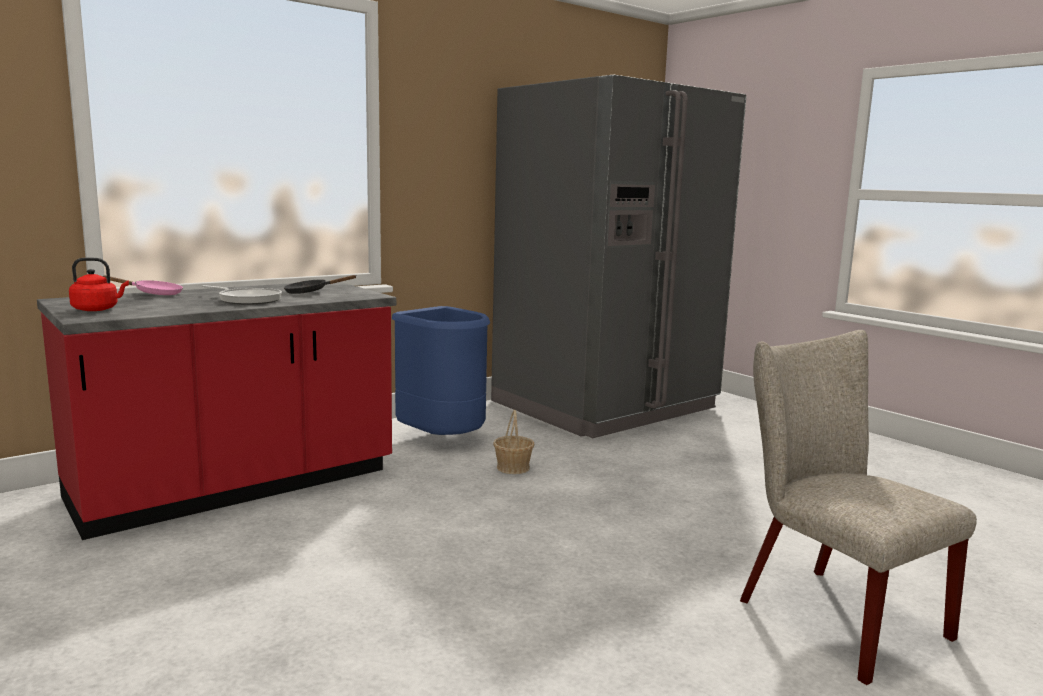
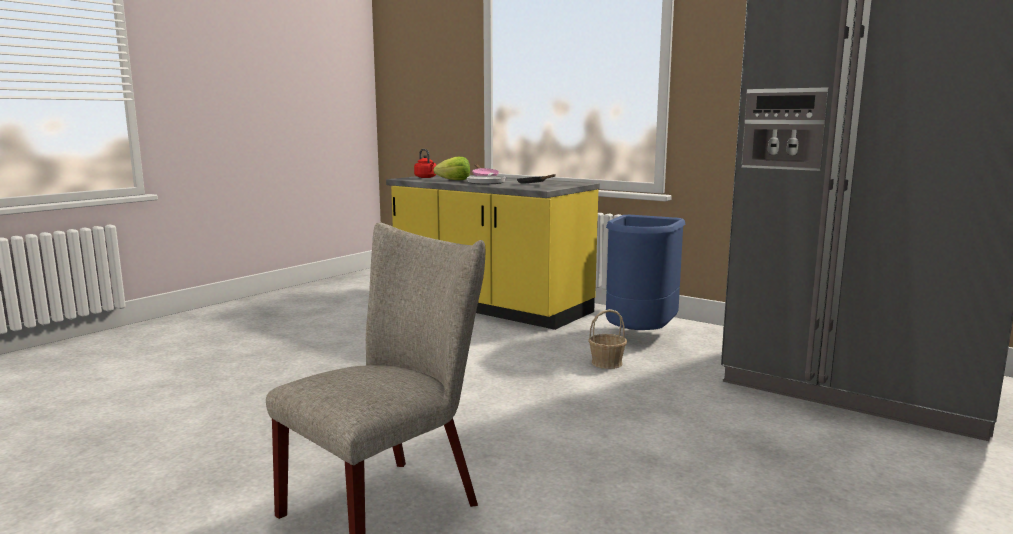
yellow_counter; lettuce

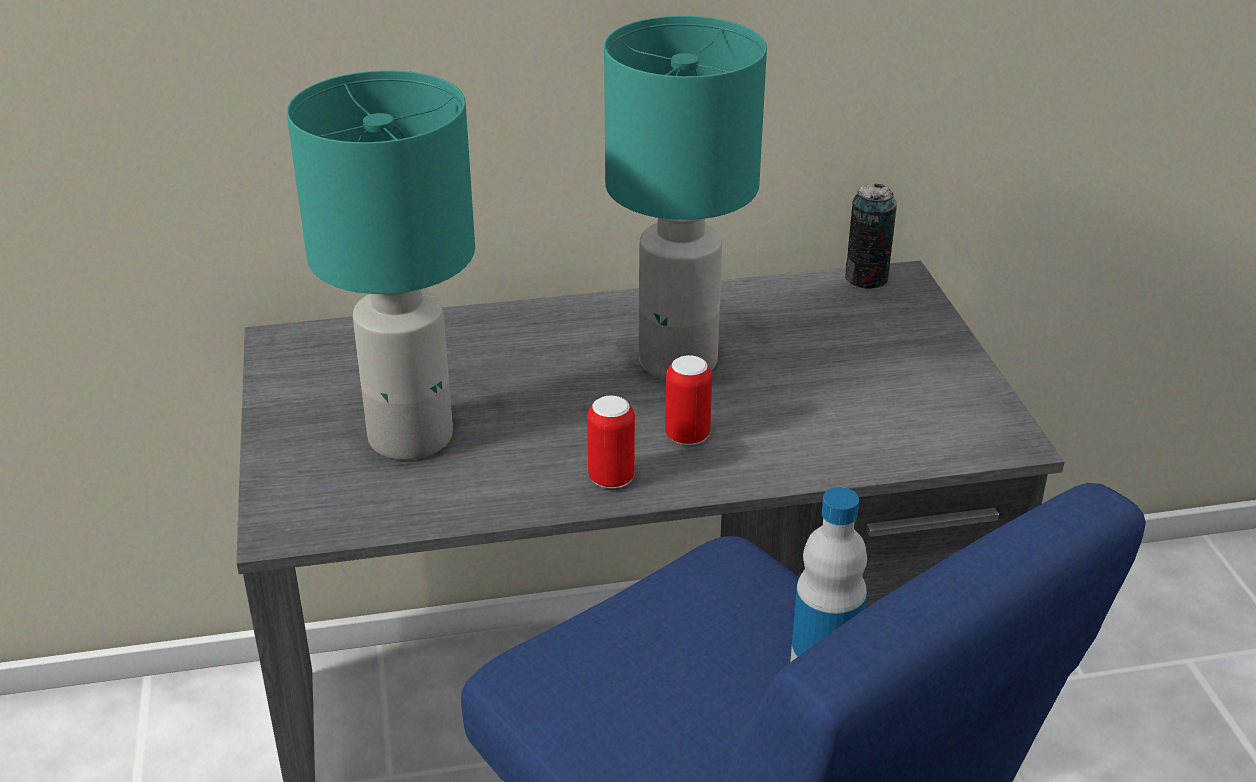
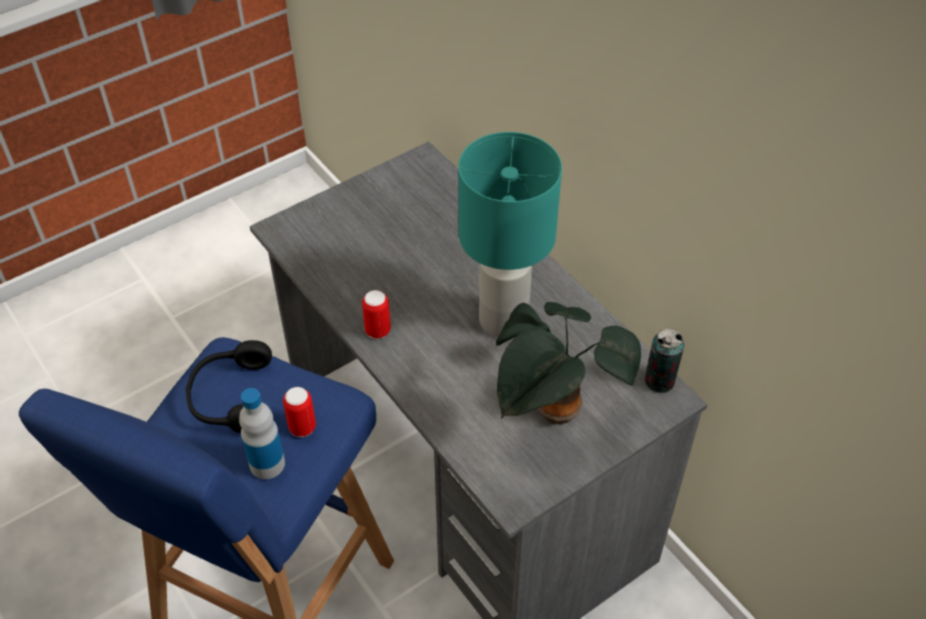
turquoise_table_lamp (1st from left in the first image); can (1st from left); potted_plant; black_headphones

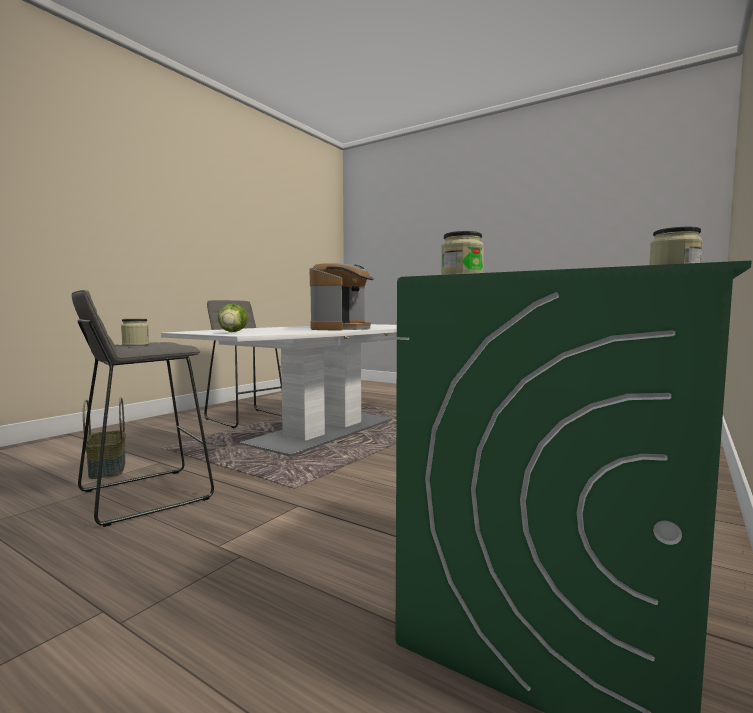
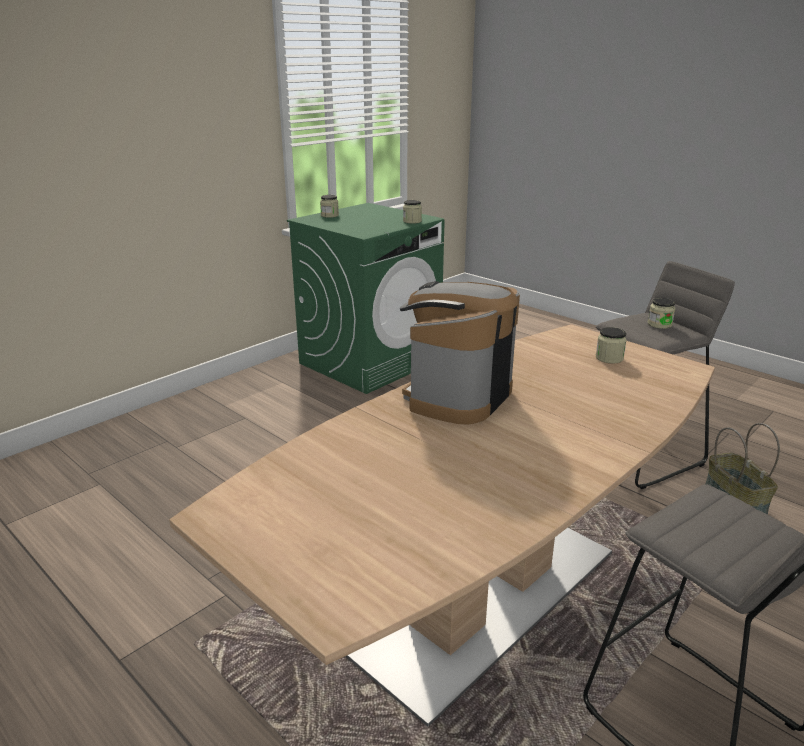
jar (3rd from left); brown_dining_table

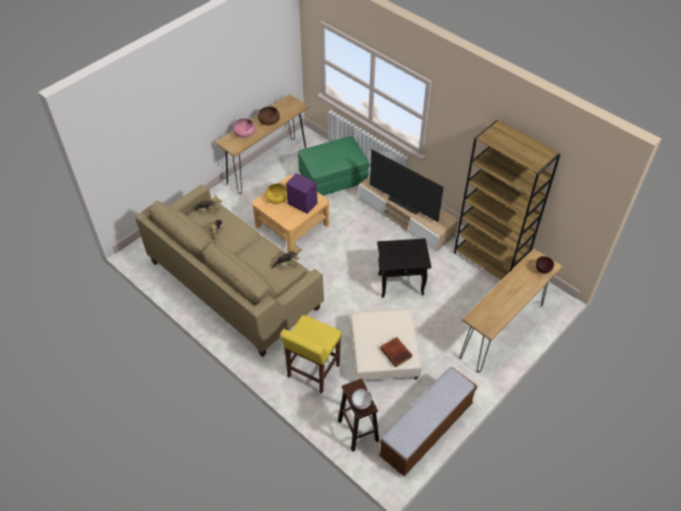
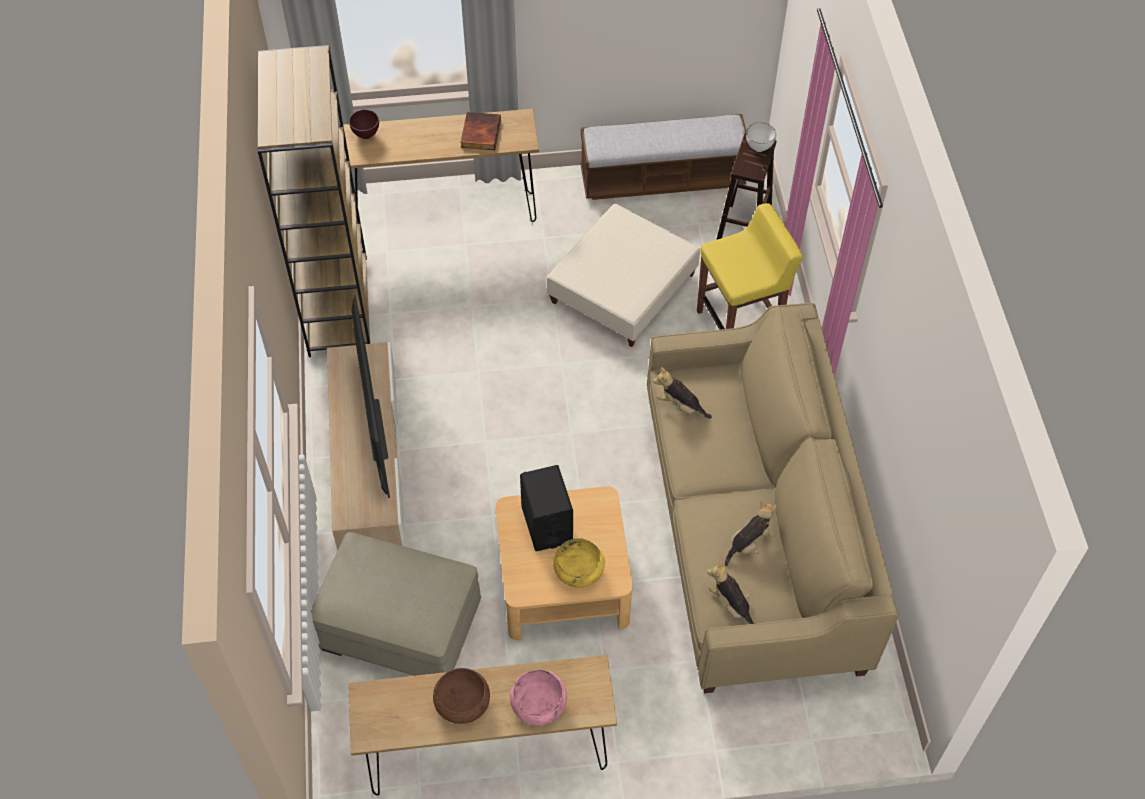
beige_ottoman (1st from left); black_speaker; black_side_table; book

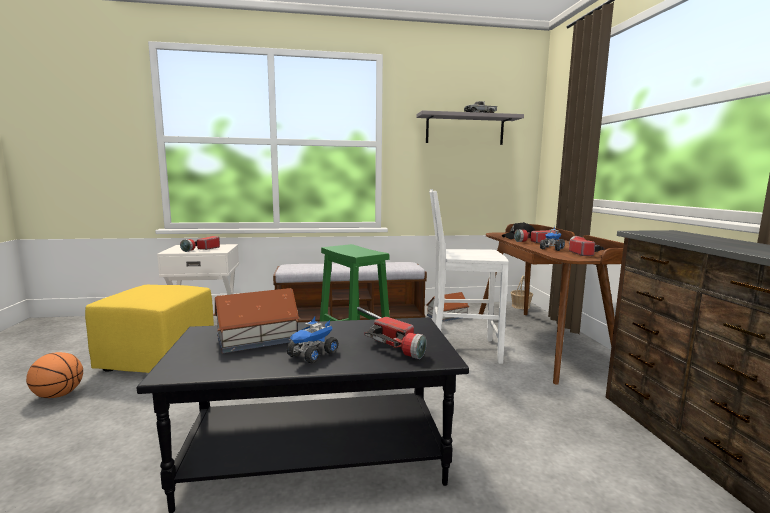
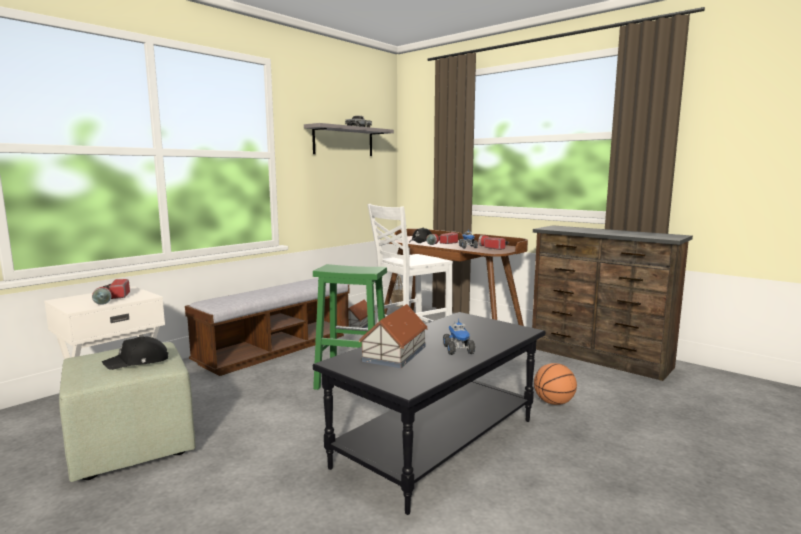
green_ottoman; flashlight (2nd from left in the first image); basketball; black_cap (1st from left)

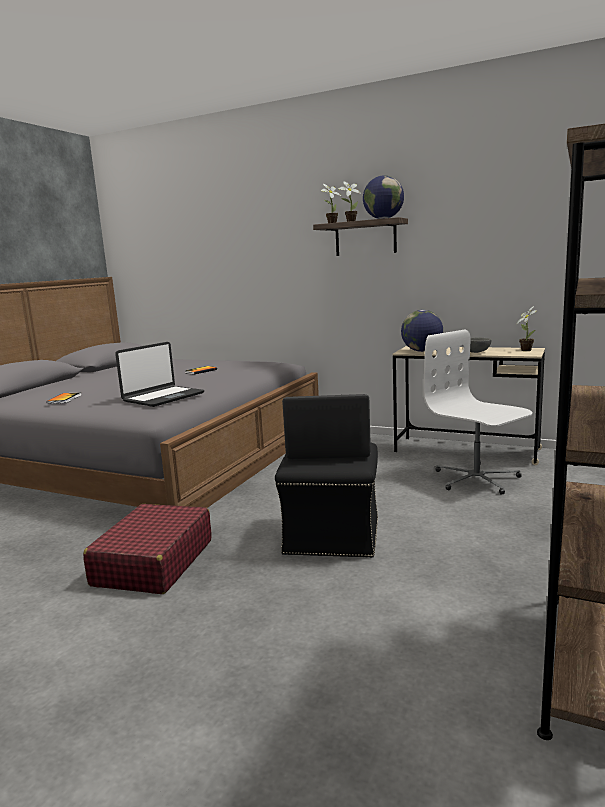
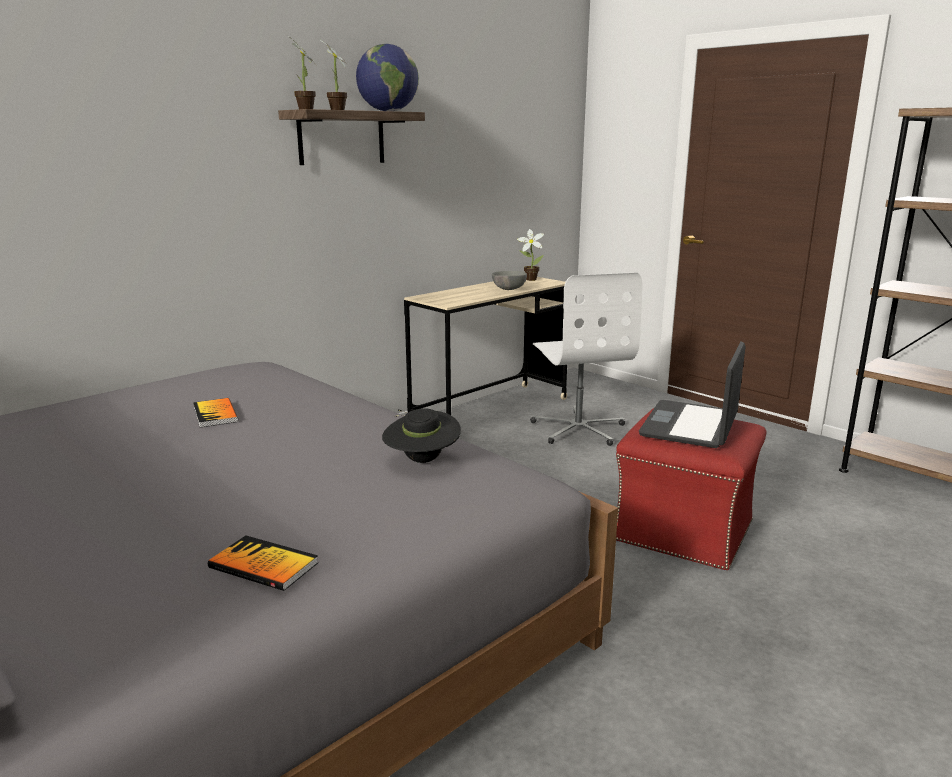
globe (2nd from left in the first image); white_office_chair; black_hat; red_ottoman; red_suitcase

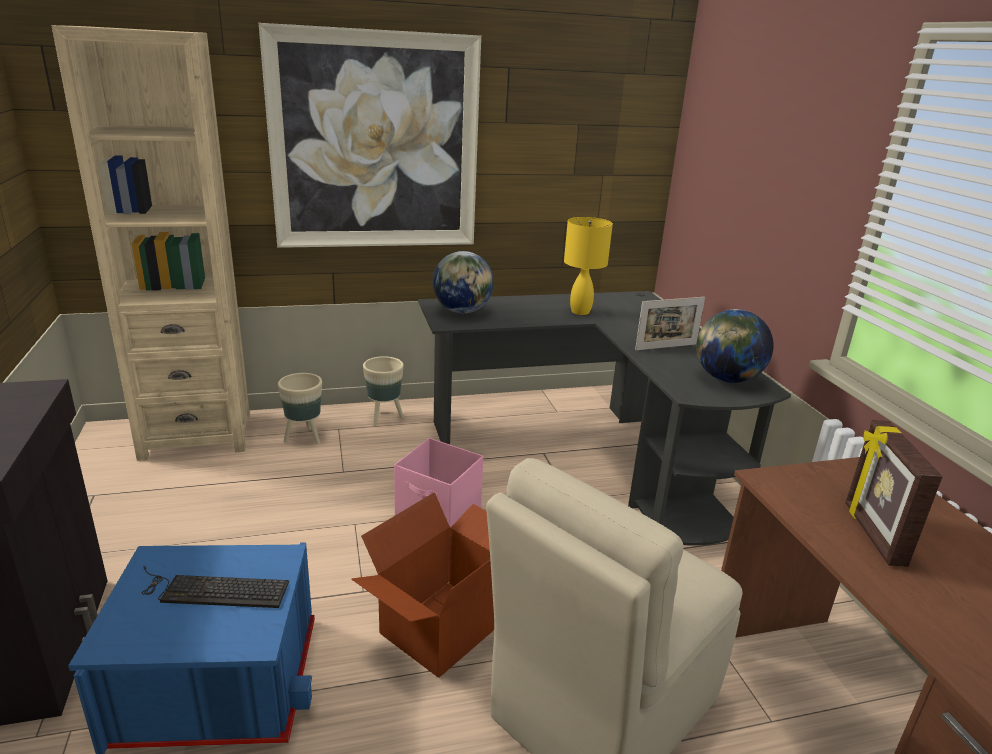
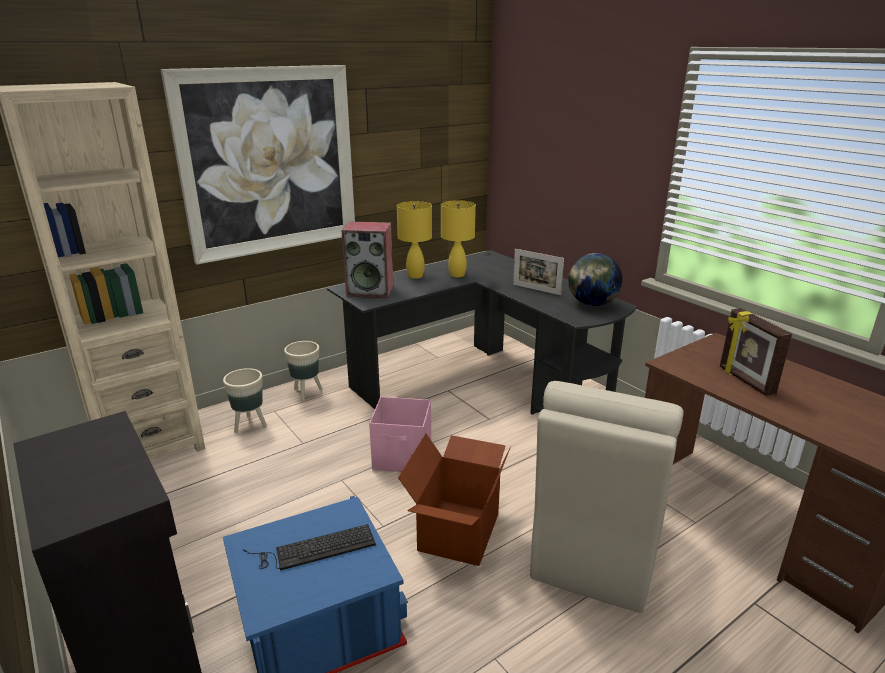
speaker; picture_frame (1st from left); yellow_table_lamp (1st from left)

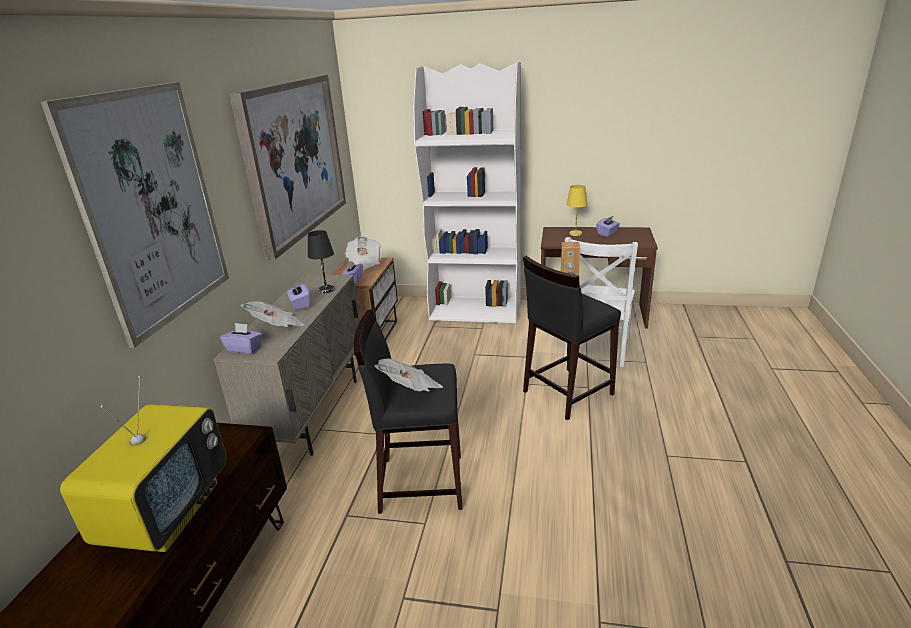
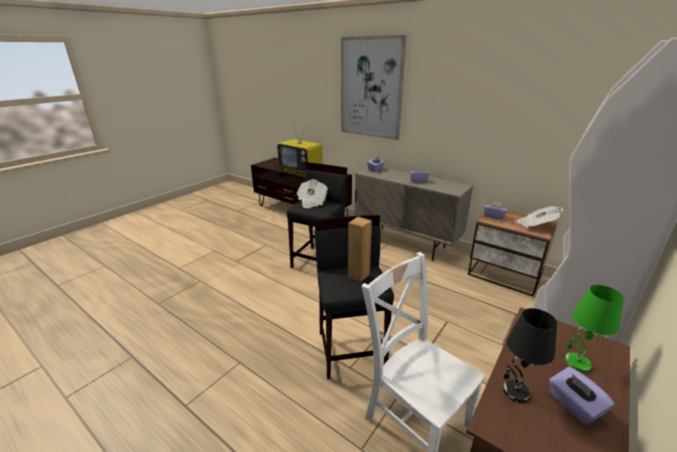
picture (2nd from left in the first image); green_table_lamp; black_table_lamp; newspaper (1st from left in the first image)

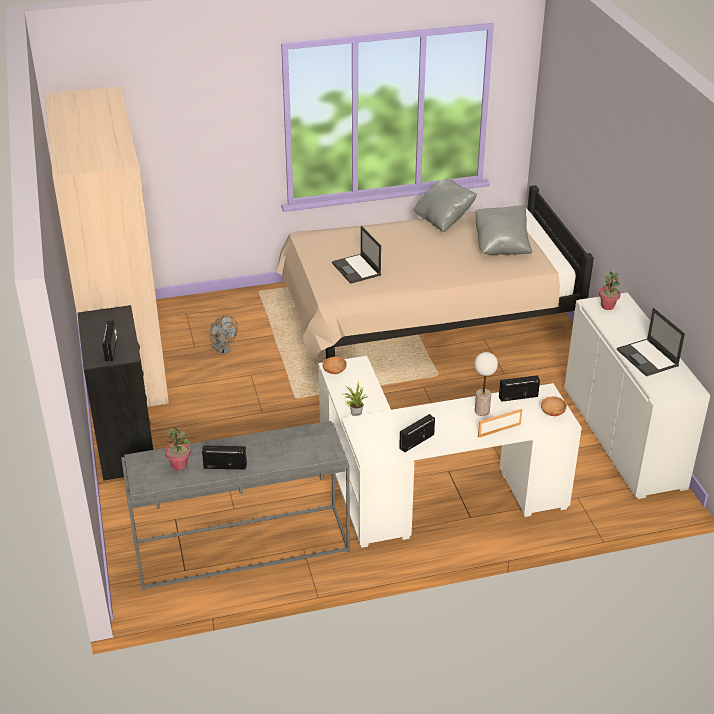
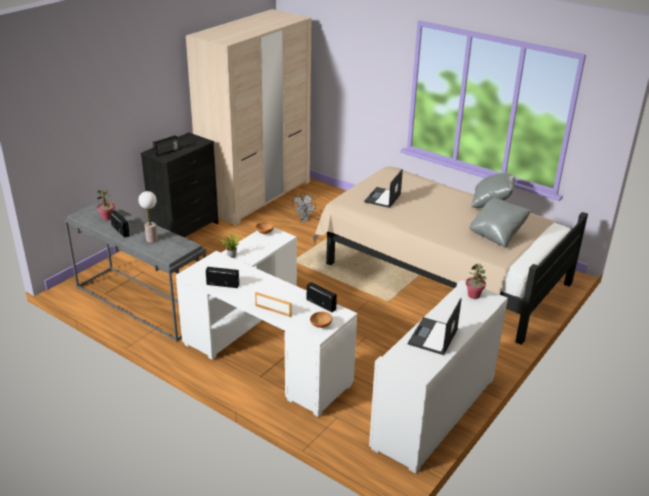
table_lamp

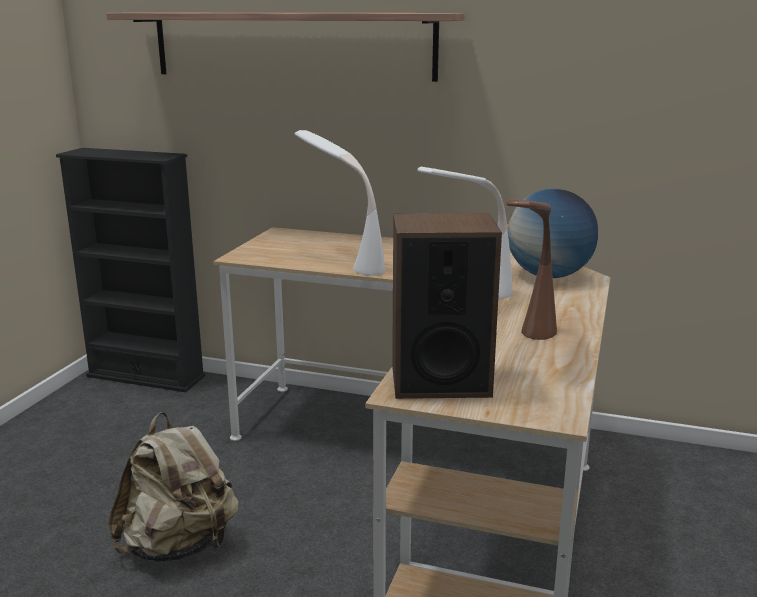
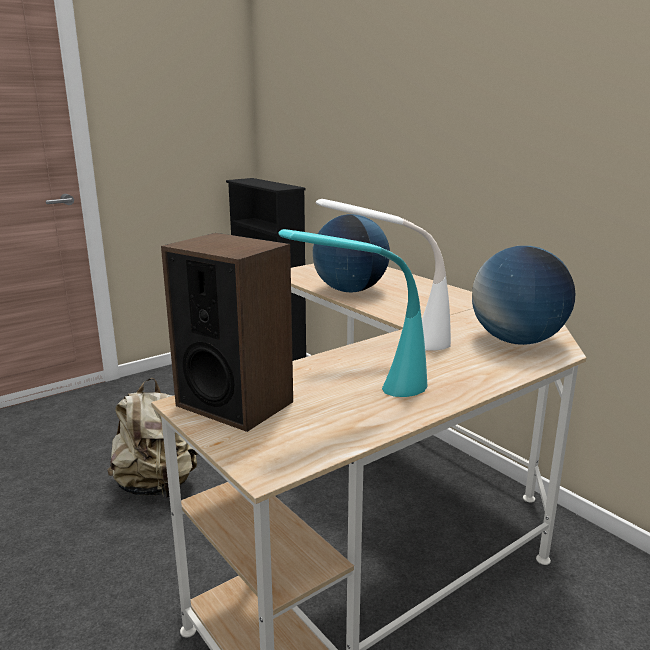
shelf; globe (1st from left); turquoise_table_lamp

